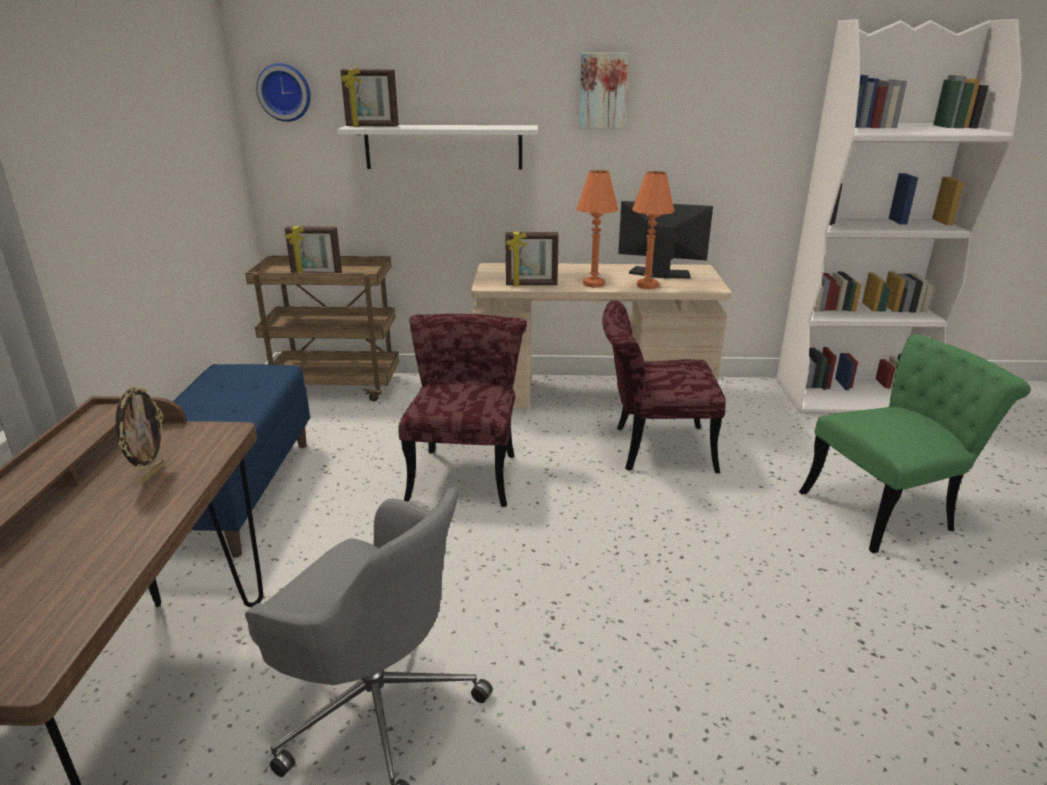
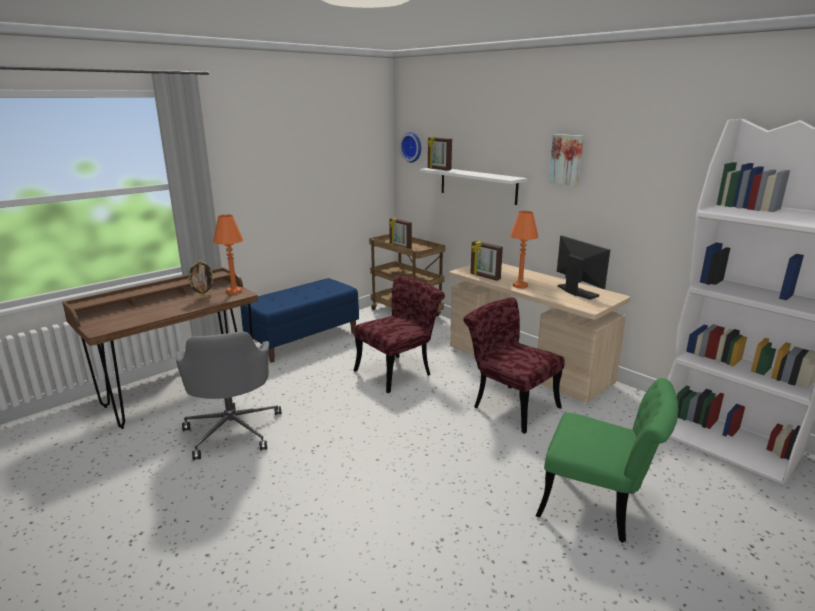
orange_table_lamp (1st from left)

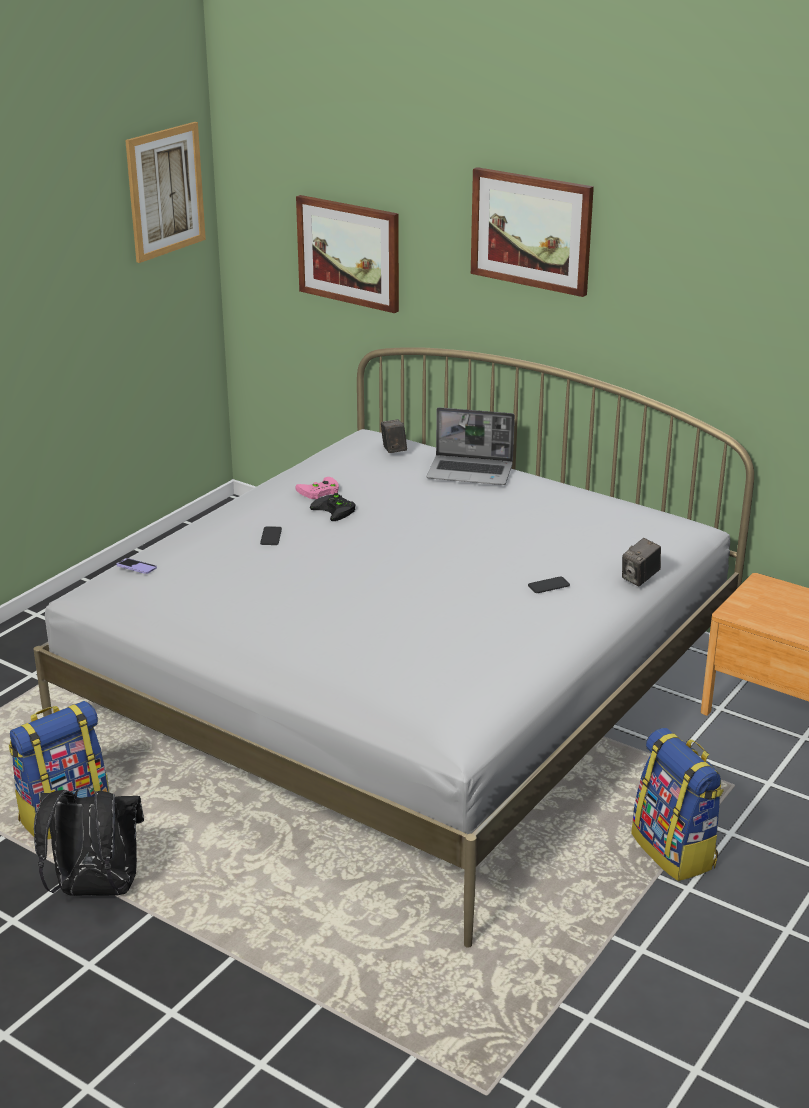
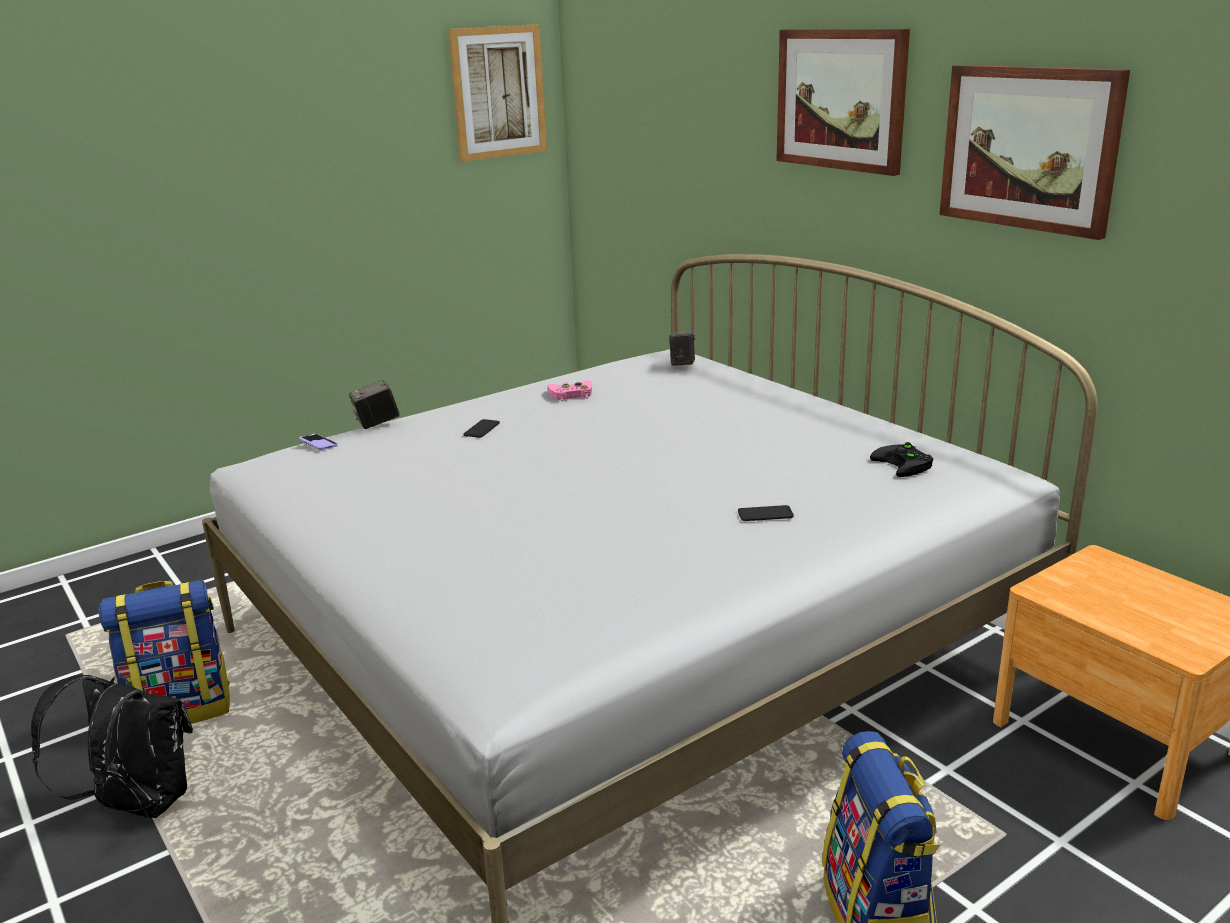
picture (3rd from left); laptop; black_game_controller; photo_camera (1st from left)

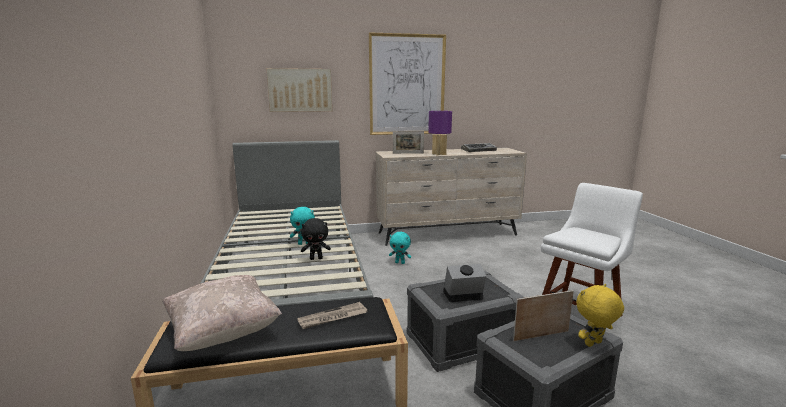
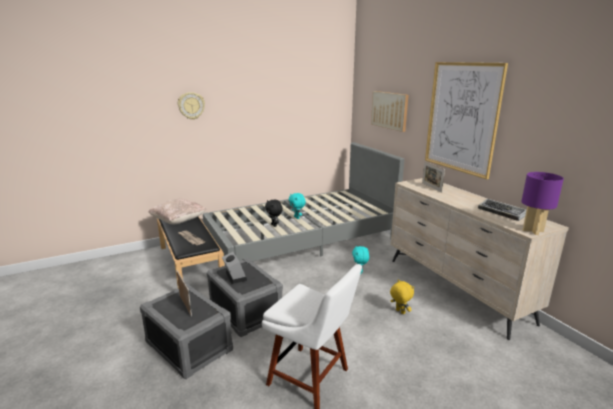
purple_table_lamp; yellow_plush_toy; wall_clock

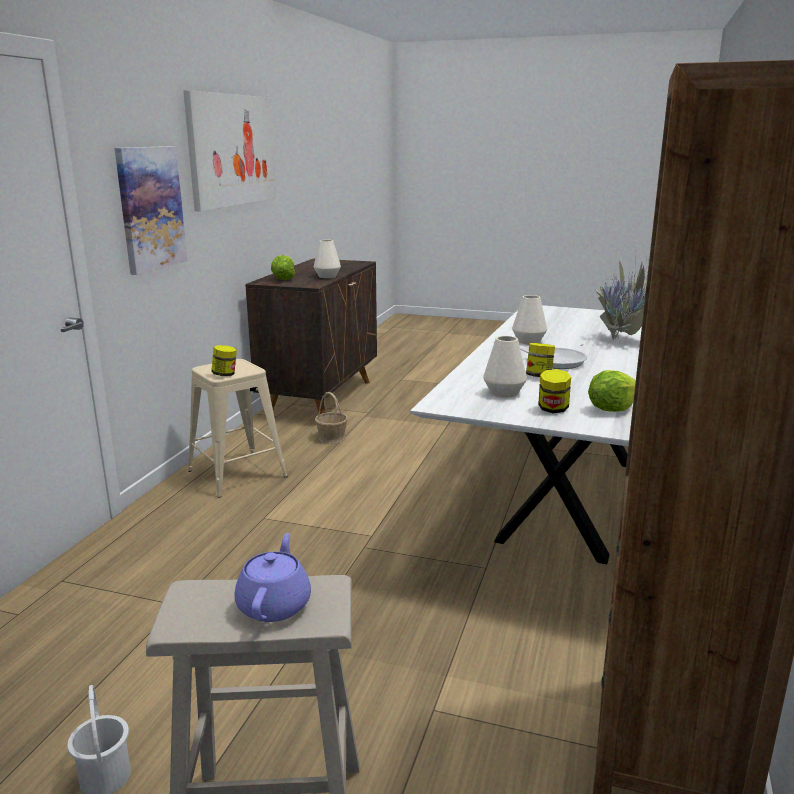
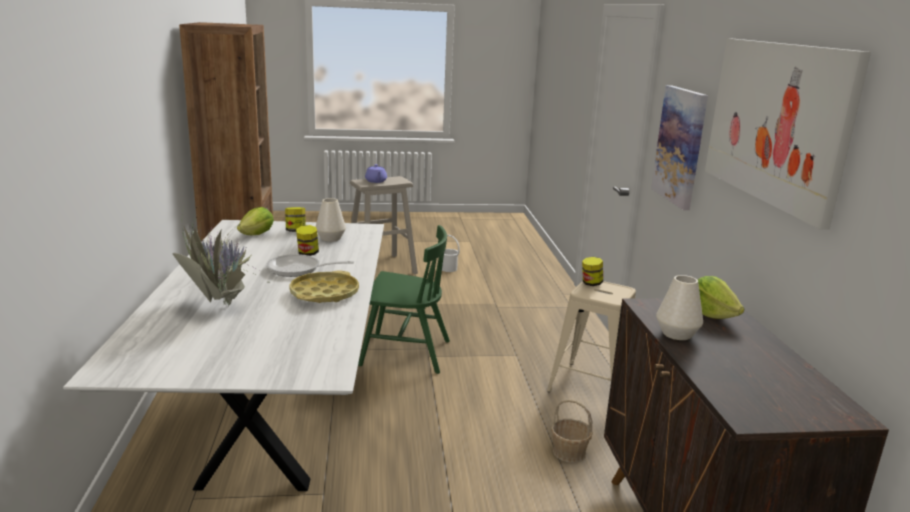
yellow_tray; green_chair

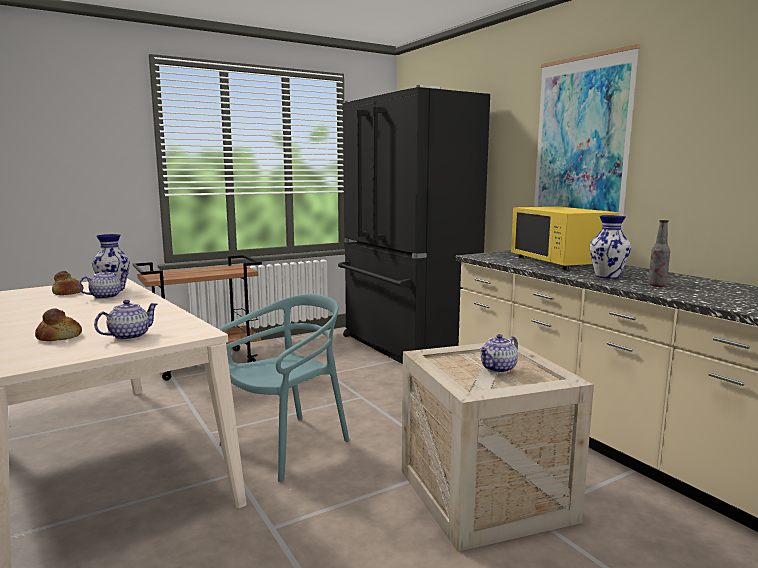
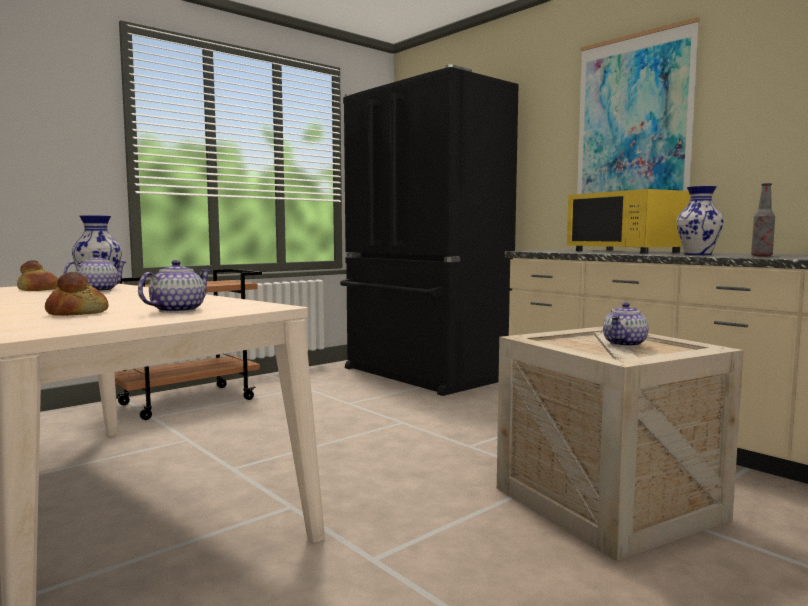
turquoise_chair

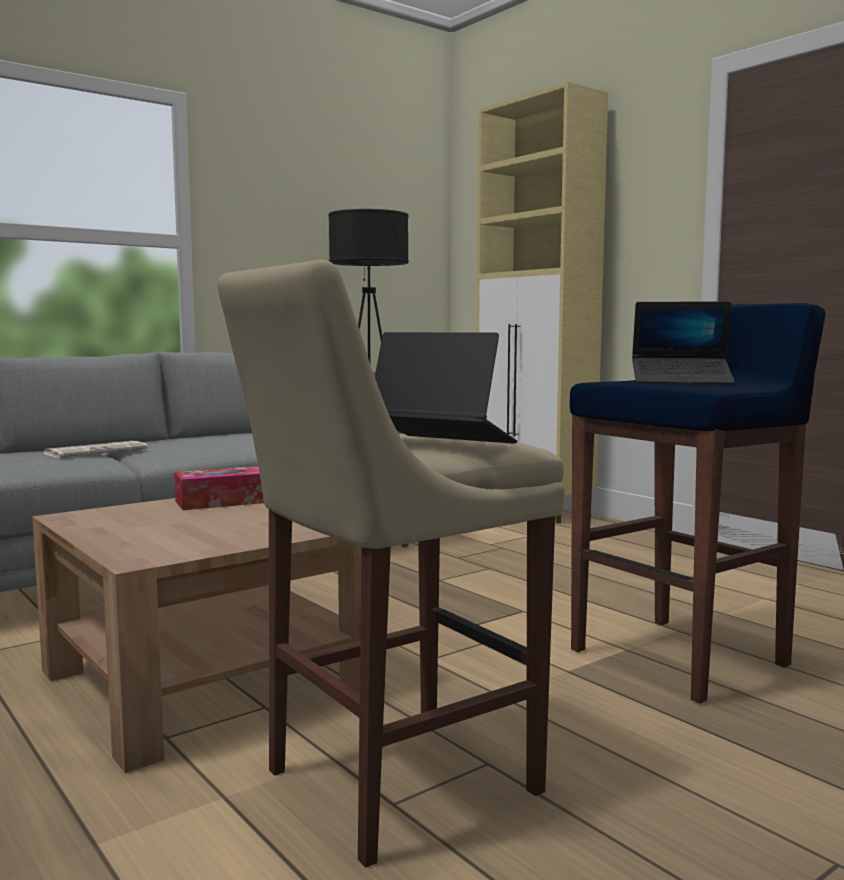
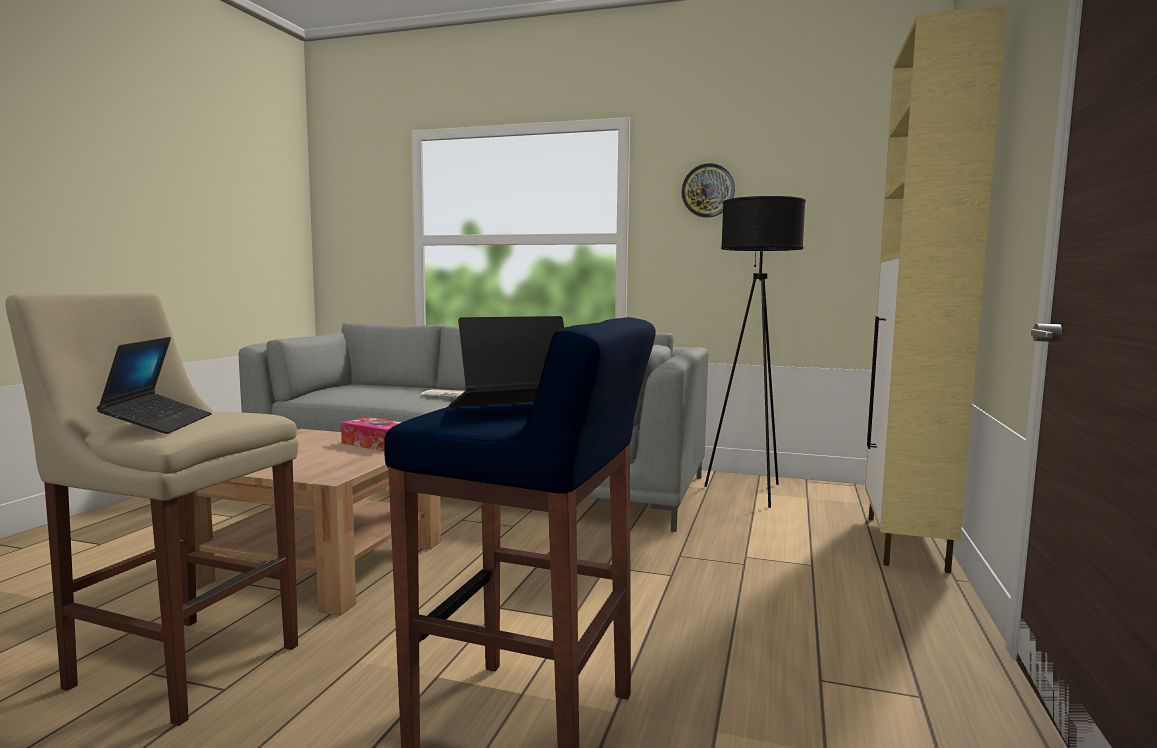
laptop (2nd from left); wall_clock

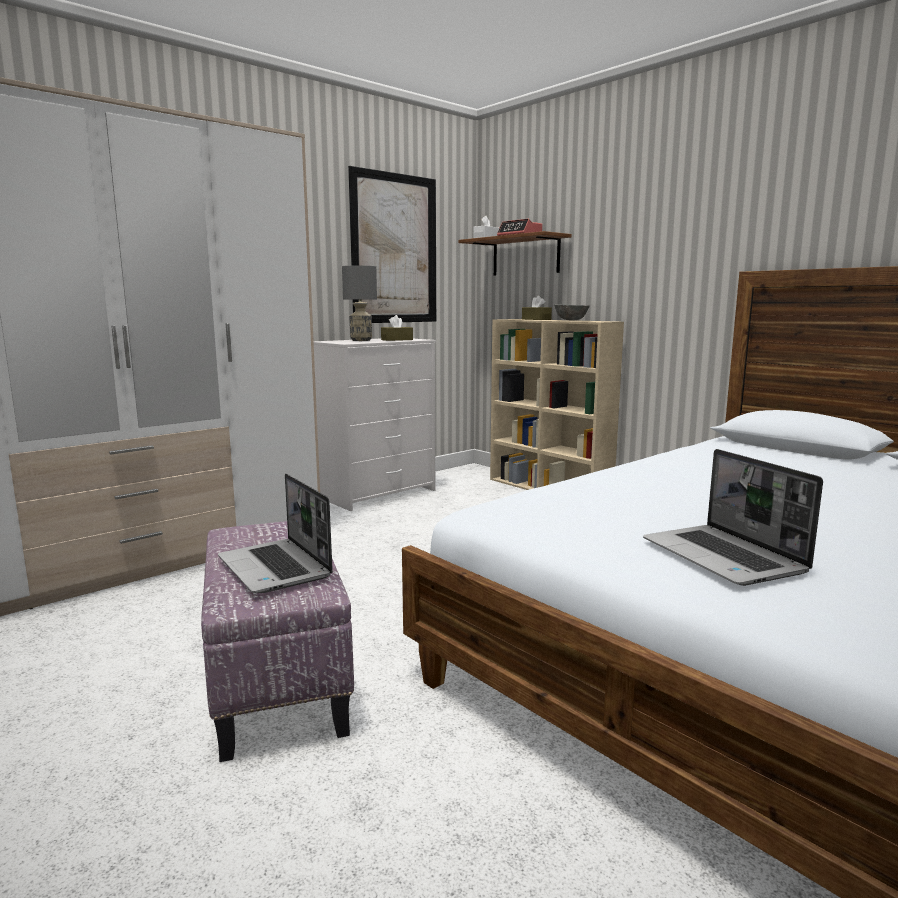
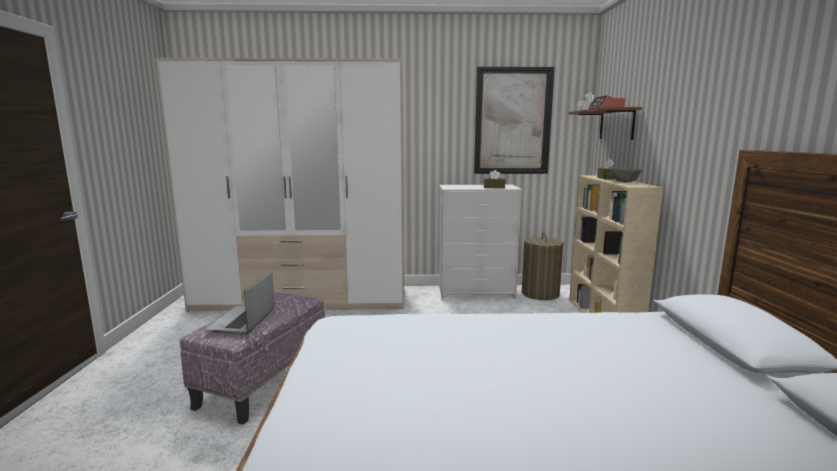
grey_table_lamp; laptop (2nd from left in the first image); laundry_basket

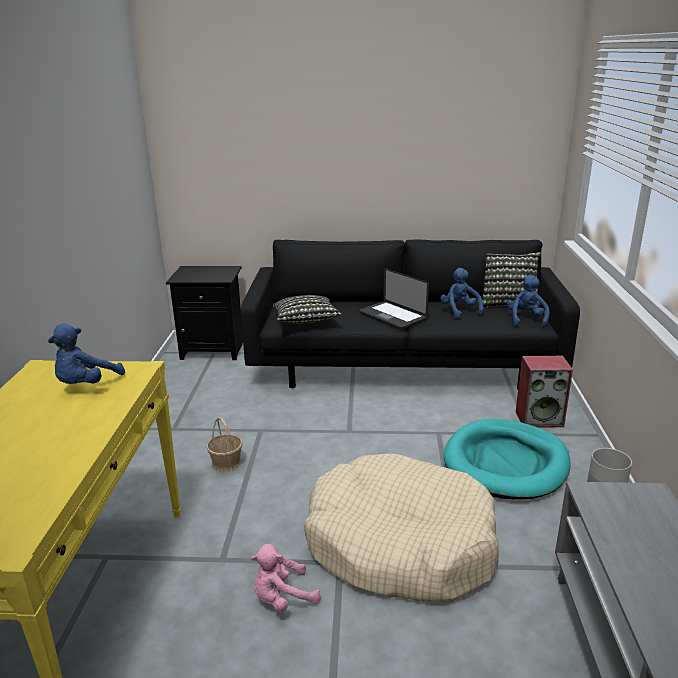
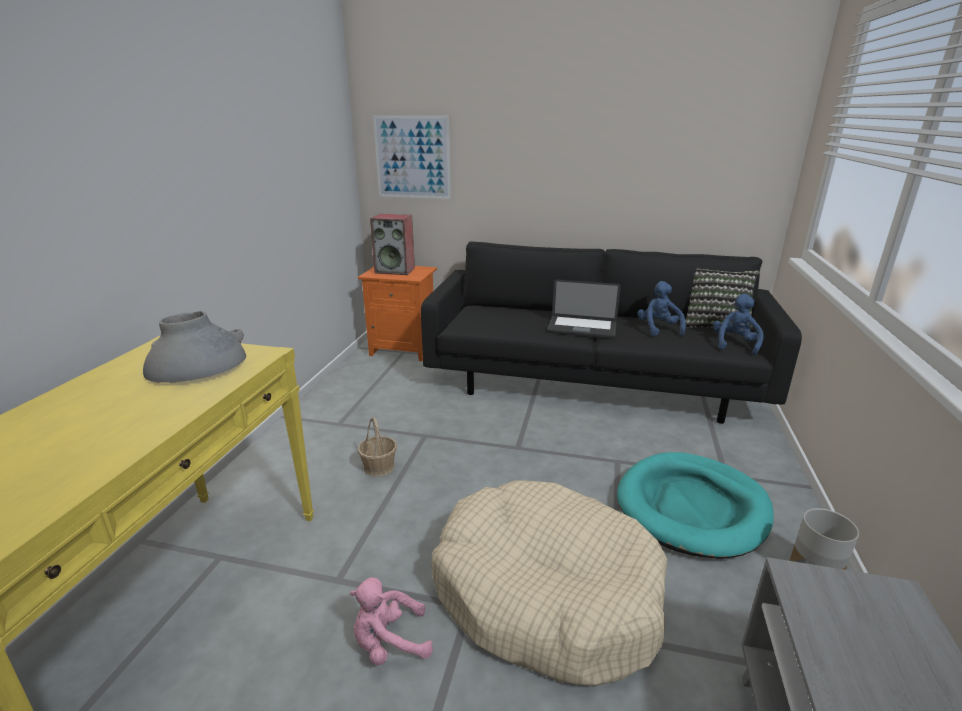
orange_nightstand; laptop; pillow (1st from left in the first image); grey_vase; speaker; picture

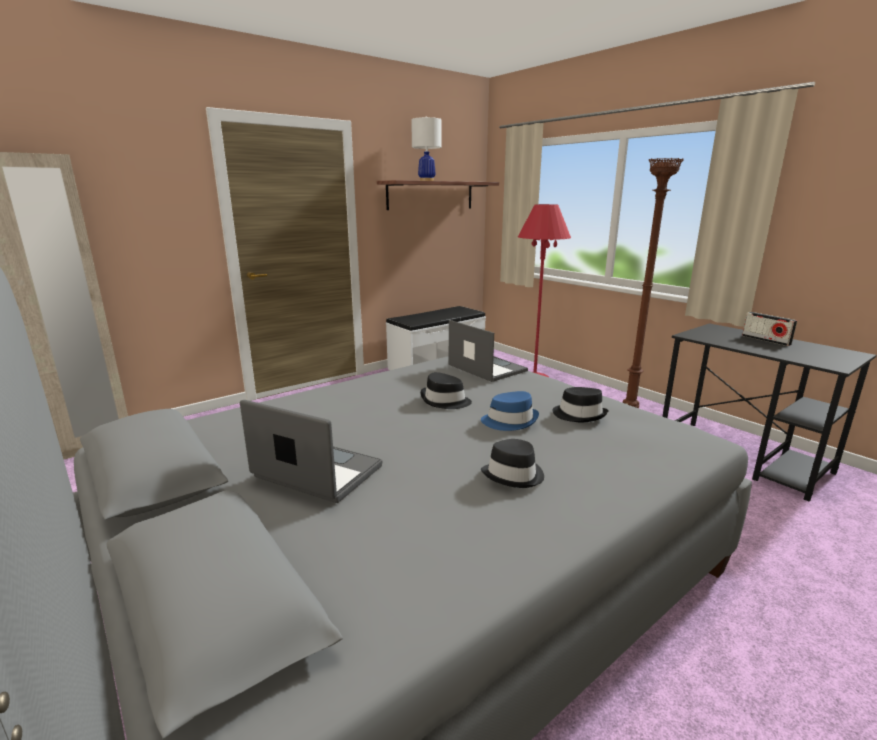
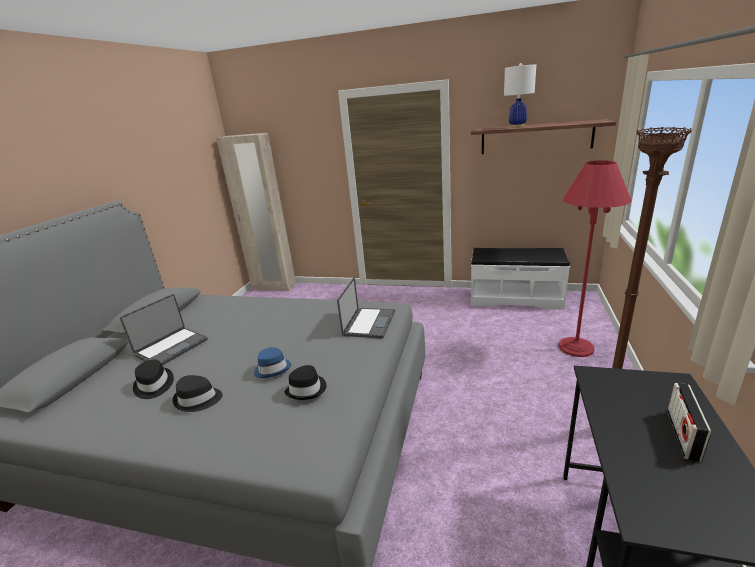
black_hat (1st from left); laptop (1st from left)

